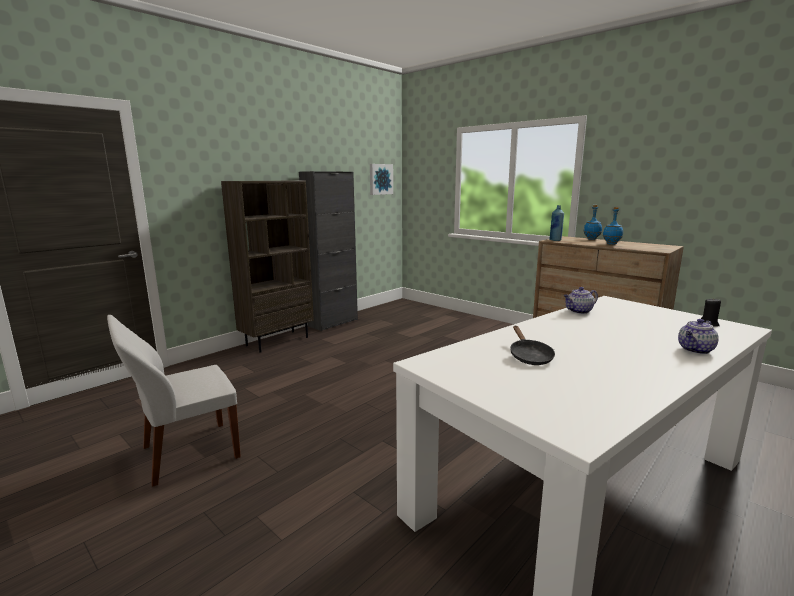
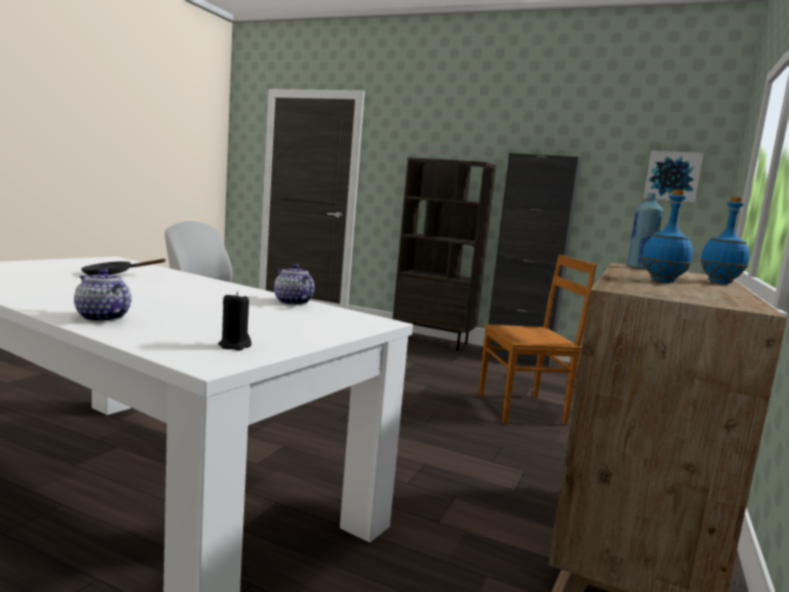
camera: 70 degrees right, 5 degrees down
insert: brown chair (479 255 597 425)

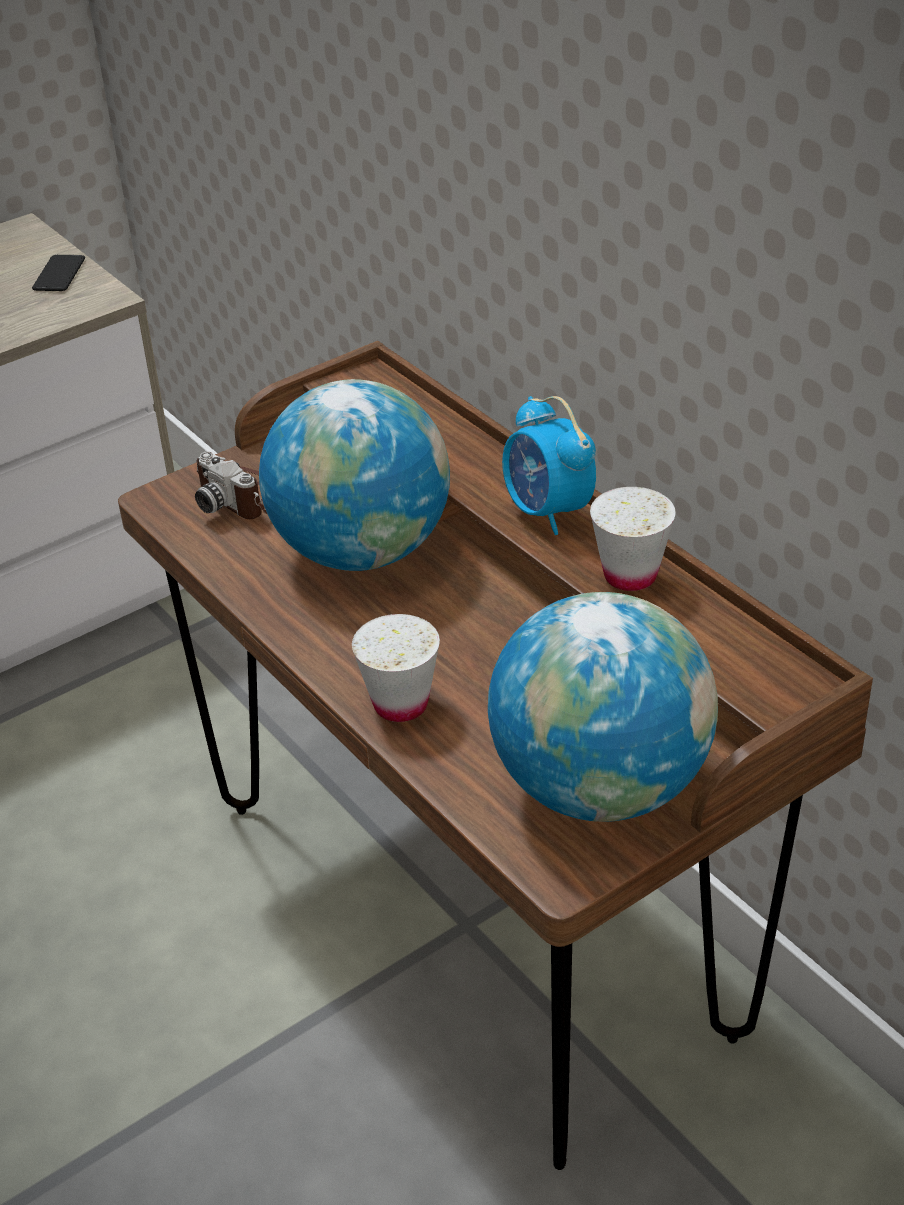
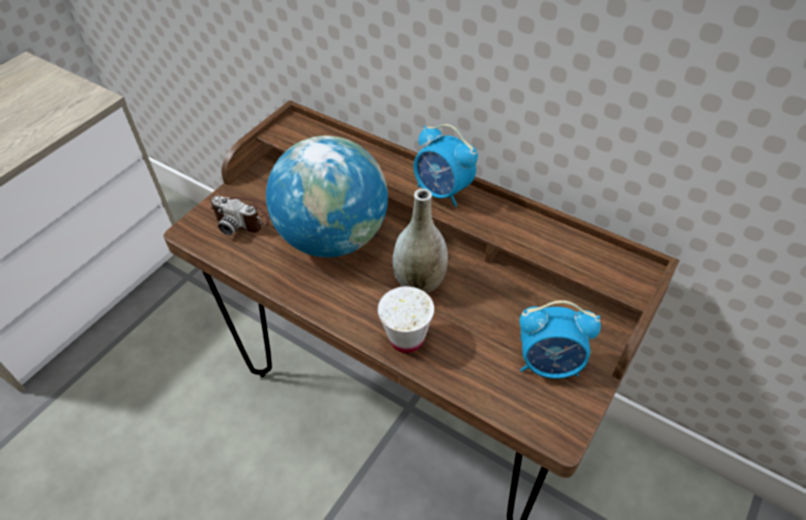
camera: 20 degrees left, 10 degrees up
delete: phone (32 255 85 291); white cup (590 487 676 591)
insert: grey vase (392 188 448 293)
replace: globe (488 592 718 822) to alarm clock (519 300 601 379)

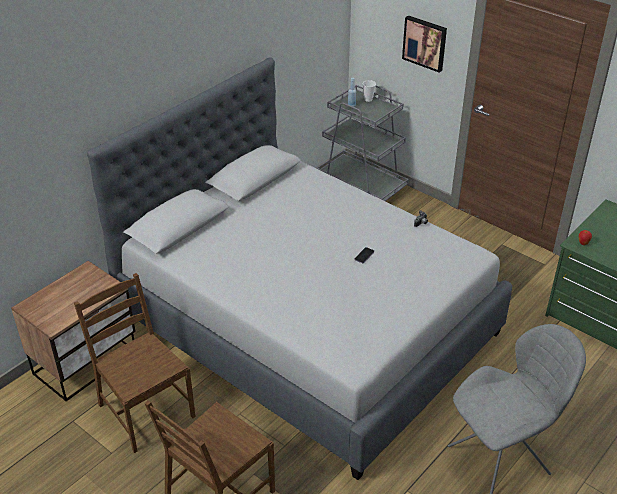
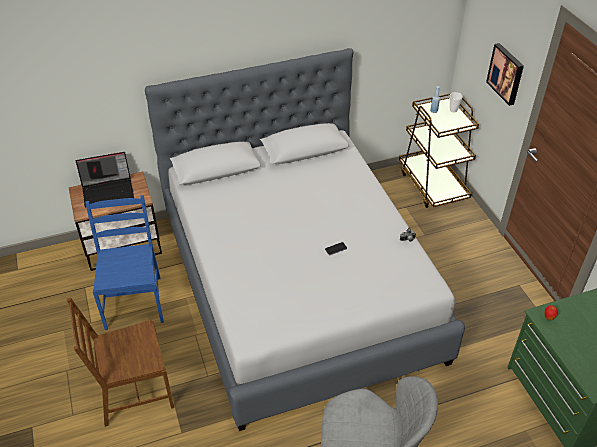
camera: 30 degrees right, 5 degrees up
insert: laptop (76 152 134 207)
recolor: grey cart (316 85 409 201) to brown cart (399 93 479 208); brown chair (74 273 196 453) to blue chair (85 195 164 330)

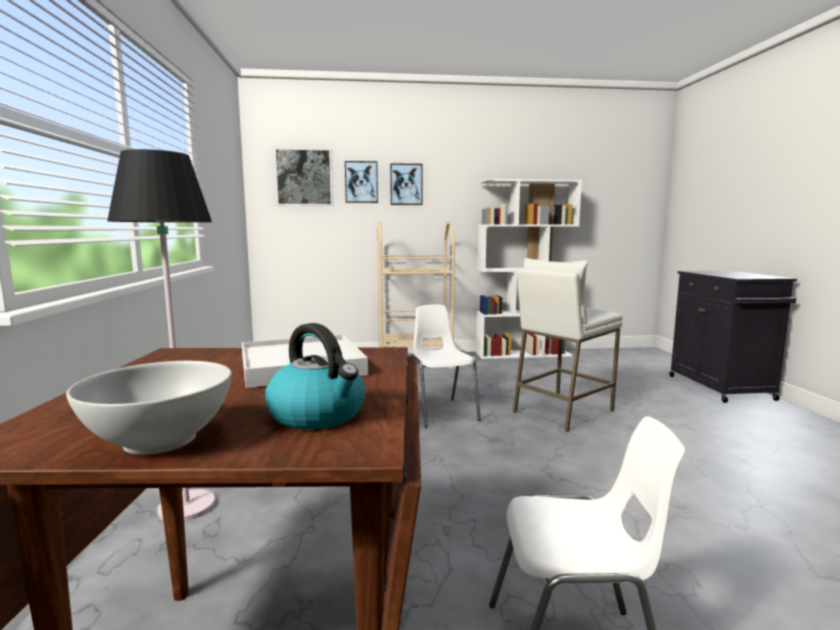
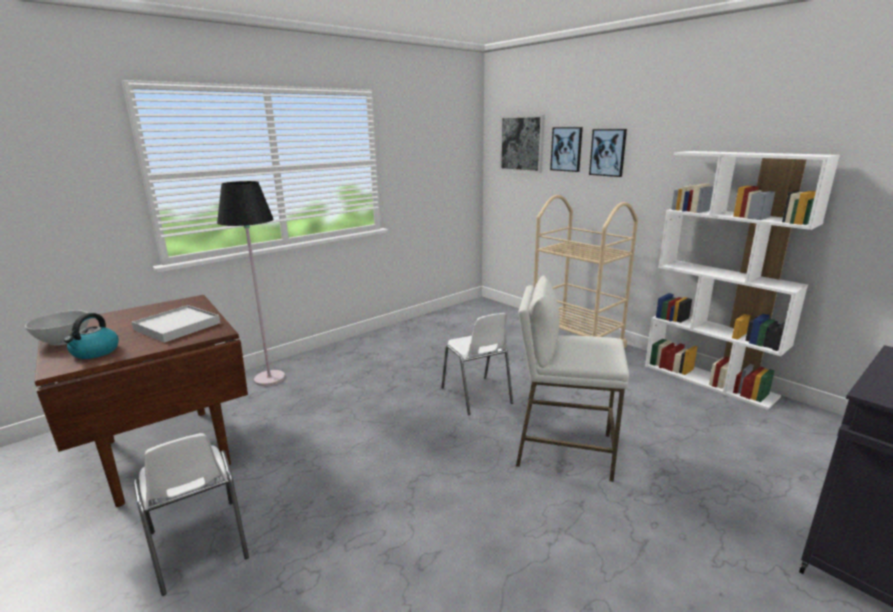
camera: 55 degrees right, 10 degrees up
rotate: white chair (411 304 481 428) = (441 313 513 415) 120 degrees clockwise

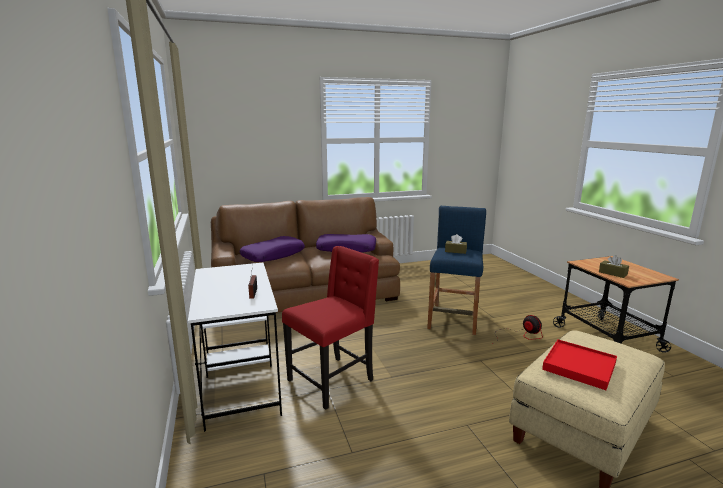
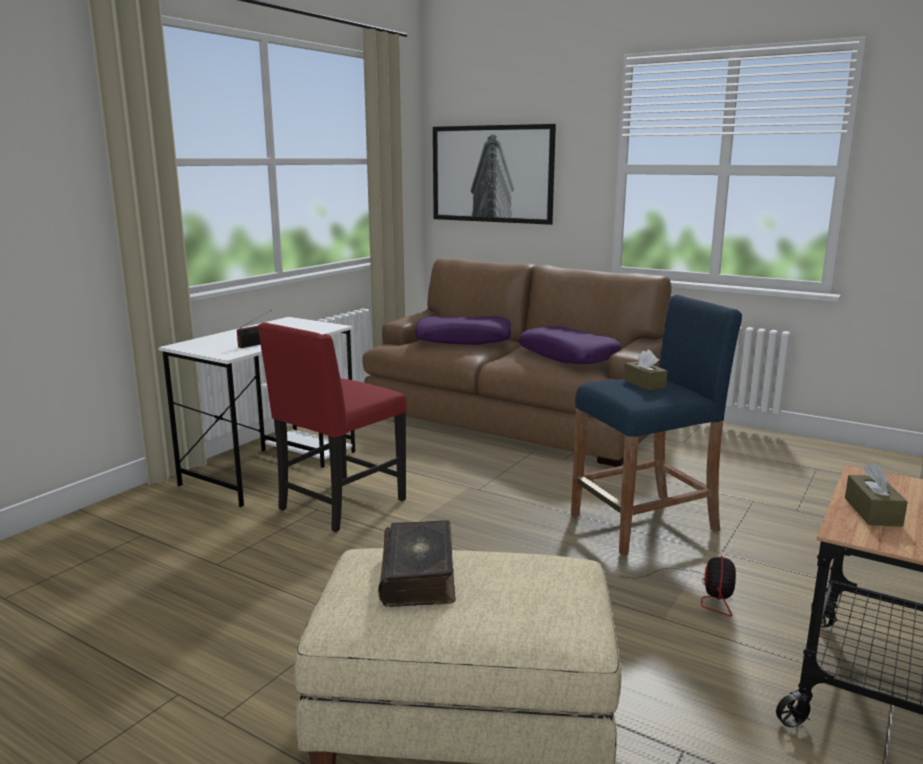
camera: 50 degrees right, 0 degrees up
insert: picture (433 124 556 225)
replace: red tray (542 339 617 390) to book (378 520 456 607)
rotate: red chair (282 246 379 410) = (257 323 407 532) 120 degrees clockwise

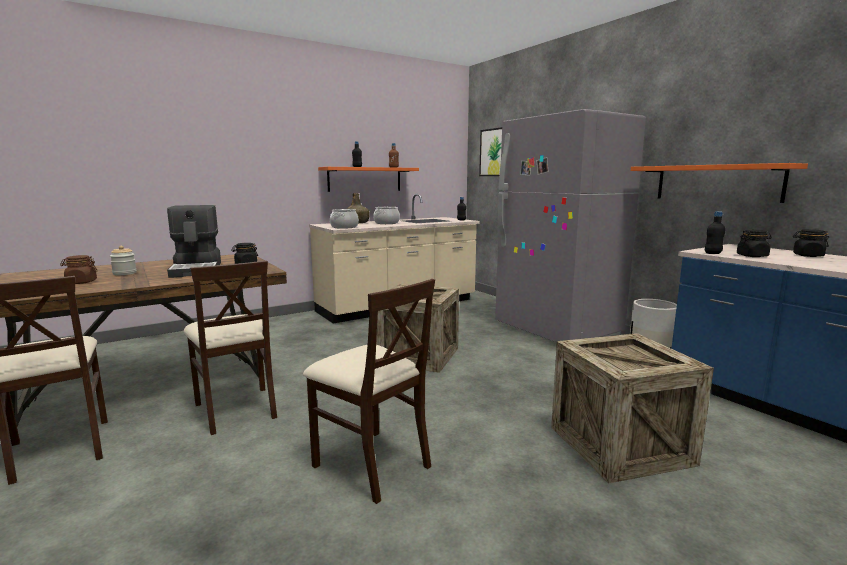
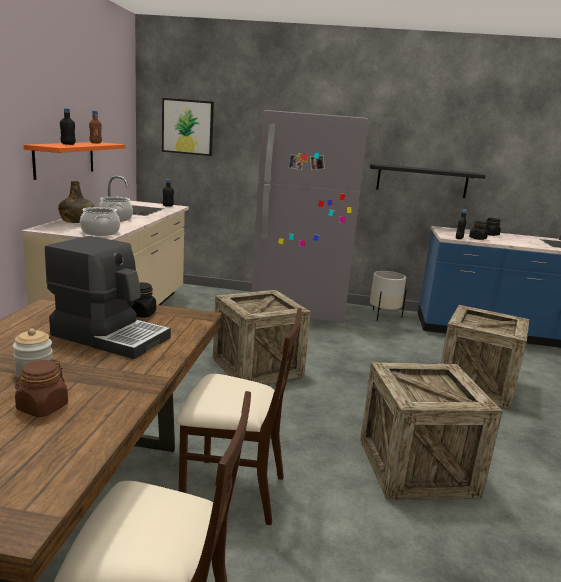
camera: 50 degrees left, 5 degrees up
replace: beige chair (303 279 435 504) to crate (360 362 503 500)
recolor: orange shelf (631 163 808 203) to black shelf (370 164 486 198)

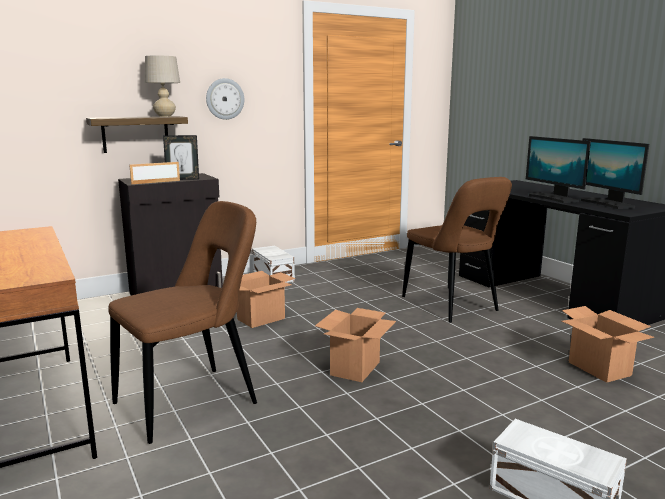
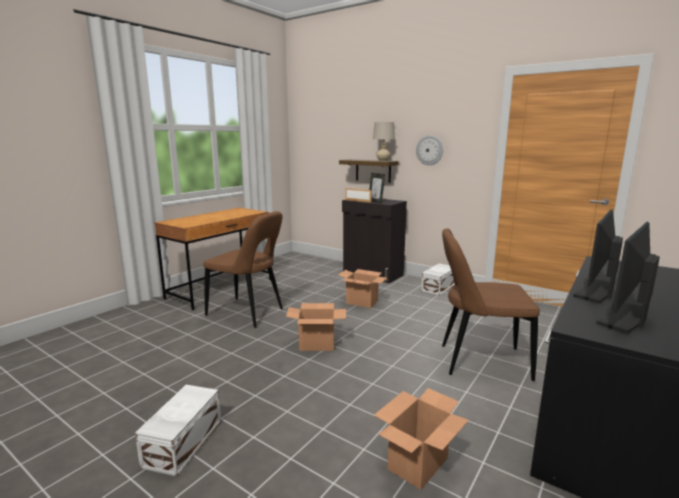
camera: 65 degrees right, 0 degrees up
rotate: brown chair (402 177 512 323) = (442 228 540 381) 60 degrees clockwise

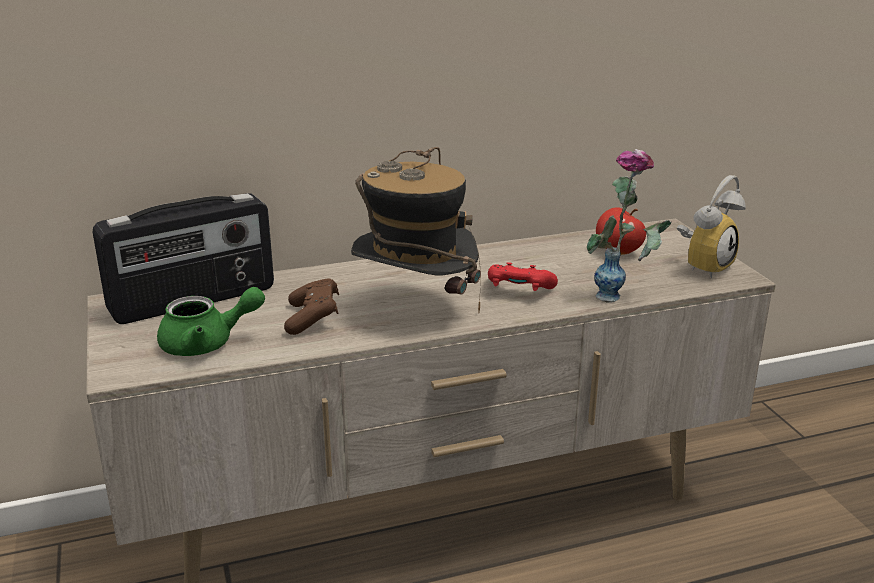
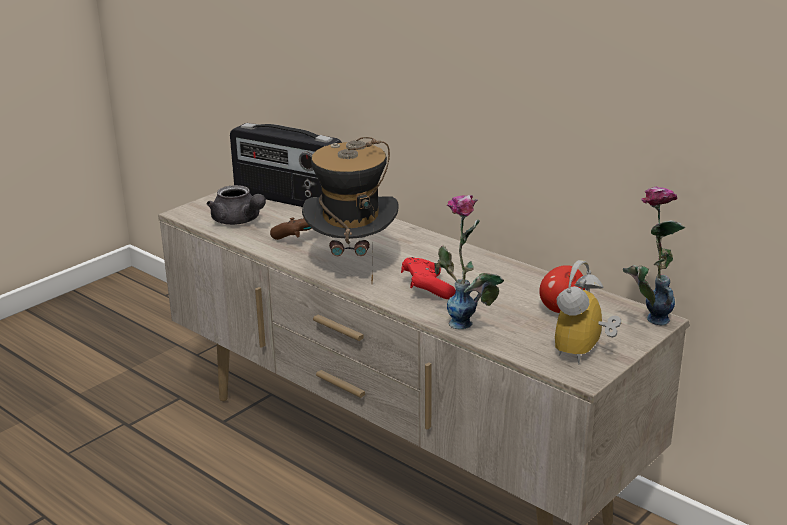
camera: 60 degrees right, 0 degrees up
insert: vase (623 186 685 325)
recolor: green teapot (157 287 265 356) to grey teapot (206 185 266 225)
rotate: alarm clock (677 175 746 279) = (555 260 621 364) 105 degrees clockwise

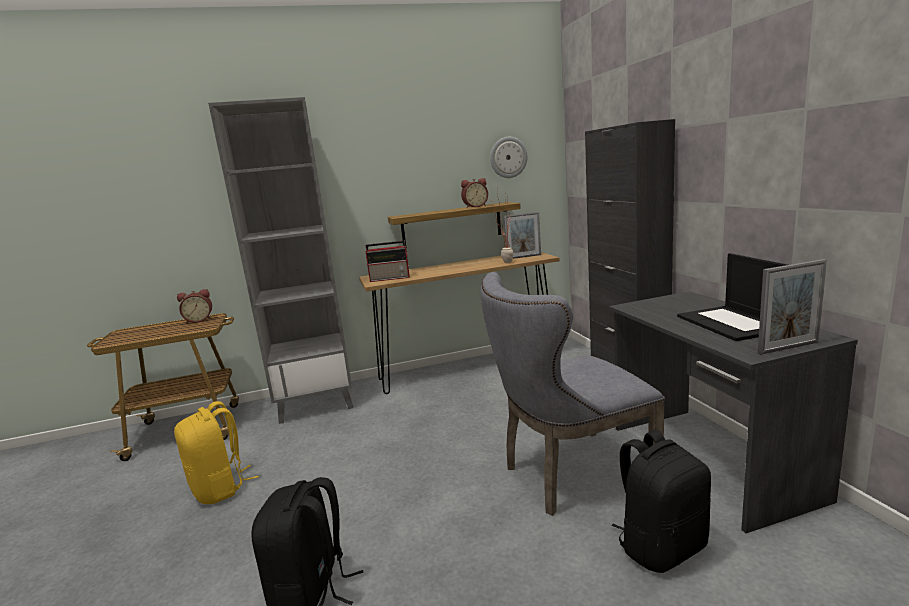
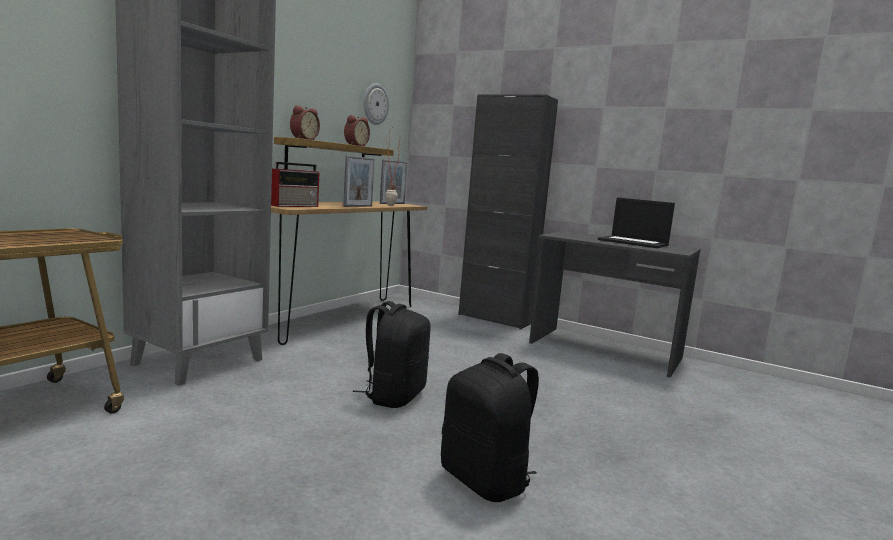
camera: 45 degrees left, 5 degrees down
delete: grey chair (480 272 665 516); yellow backpack (174 401 259 504)
move: picture frame (758 259 827 355) to (343 156 375 207); alarm clock (177 289 212 323) to (290 105 320 140); black backpack (612 430 711 573) to (353 301 430 408)

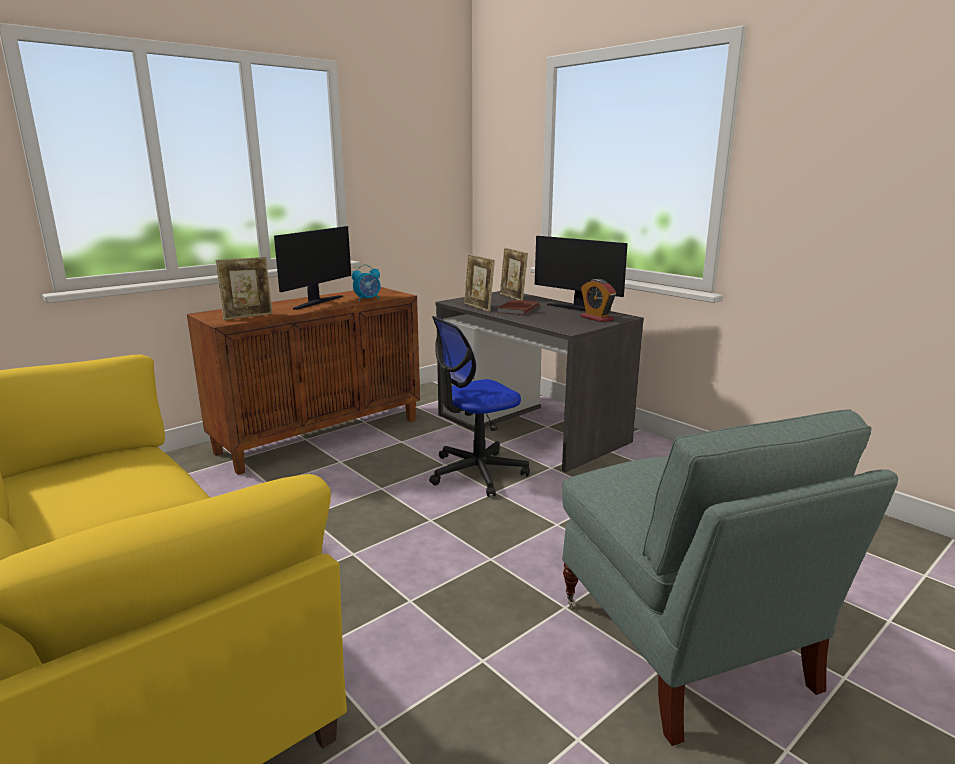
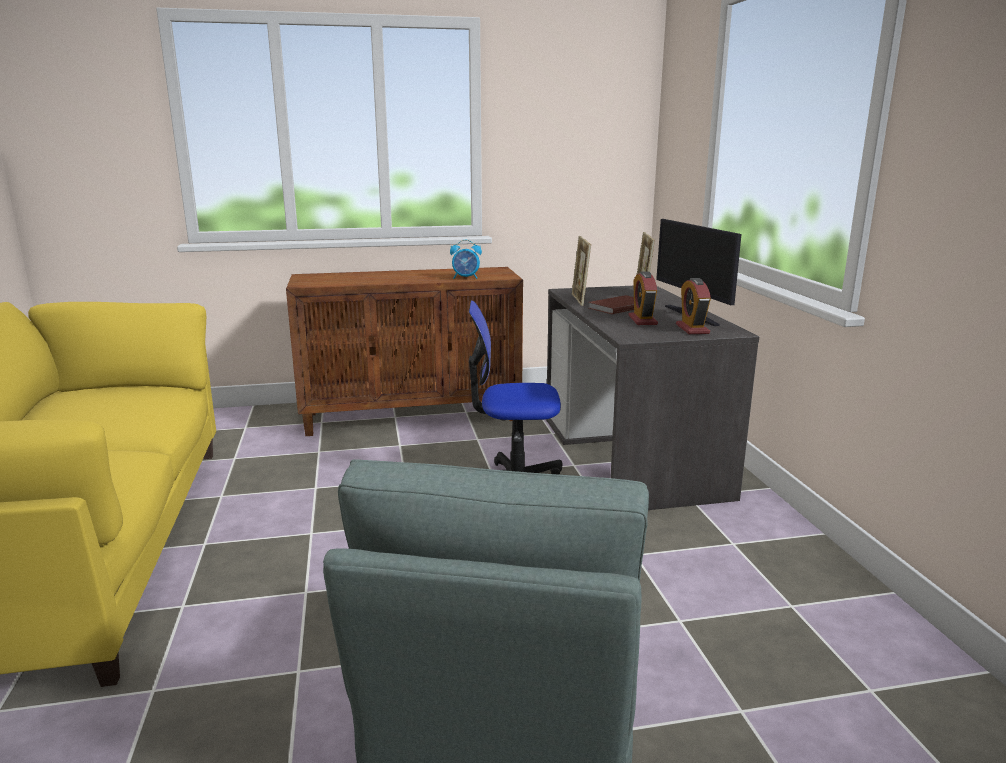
camera: 30 degrees right, 0 degrees up
delete: monitor (274 226 351 310); picture frame (216 257 273 320)
insert: alarm clock (628 271 658 325)

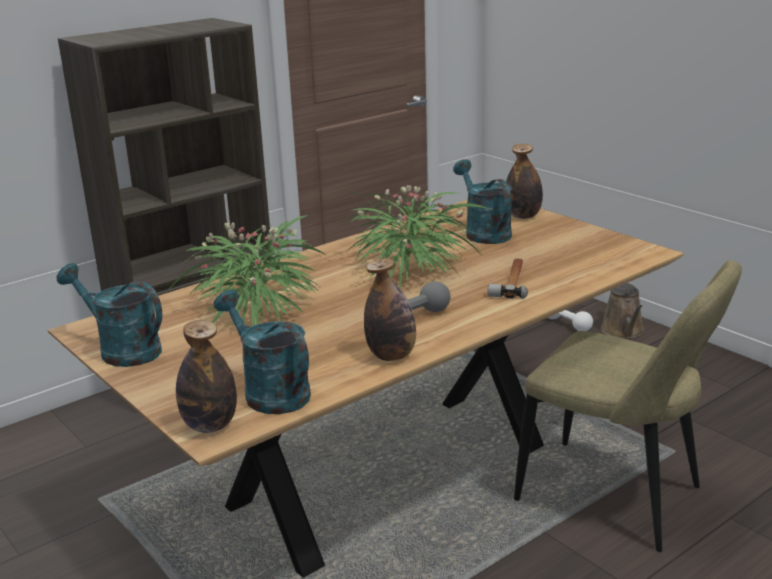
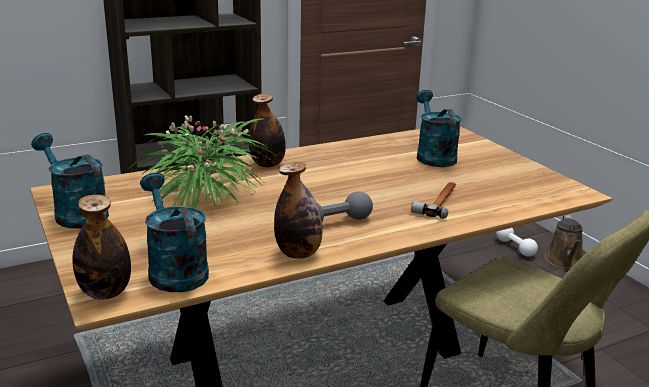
camera: 10 degrees right, 0 degrees up
delete: potted plant (345 185 488 288)
move: bottle (506 144 543 219) to (249 94 286 167)

